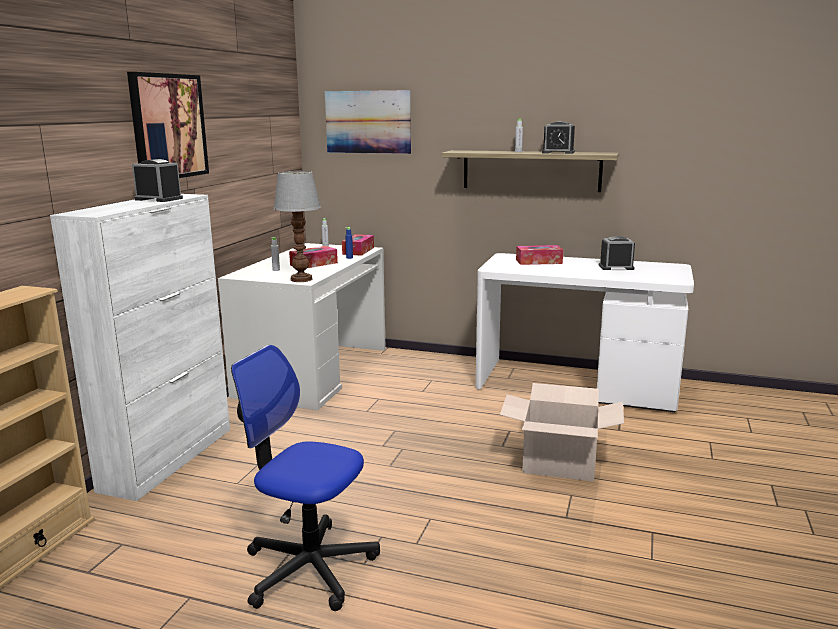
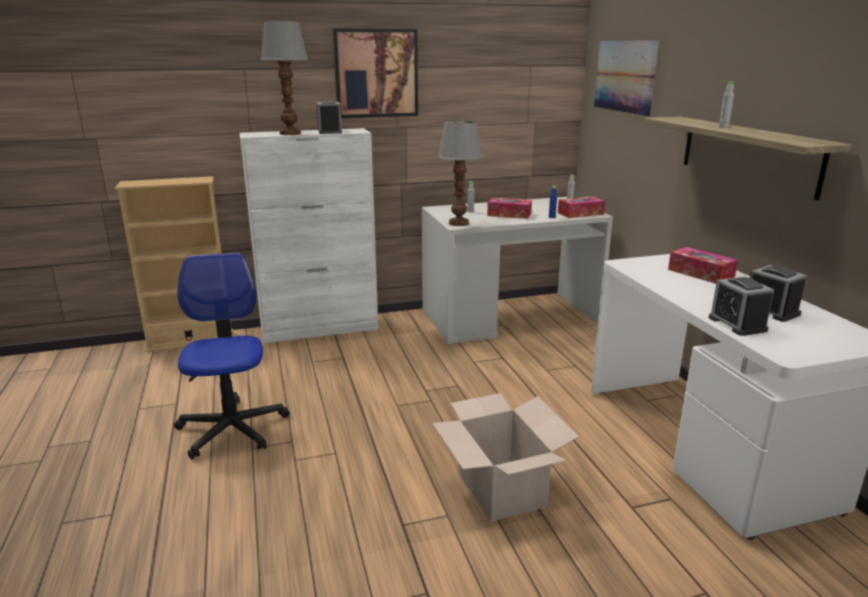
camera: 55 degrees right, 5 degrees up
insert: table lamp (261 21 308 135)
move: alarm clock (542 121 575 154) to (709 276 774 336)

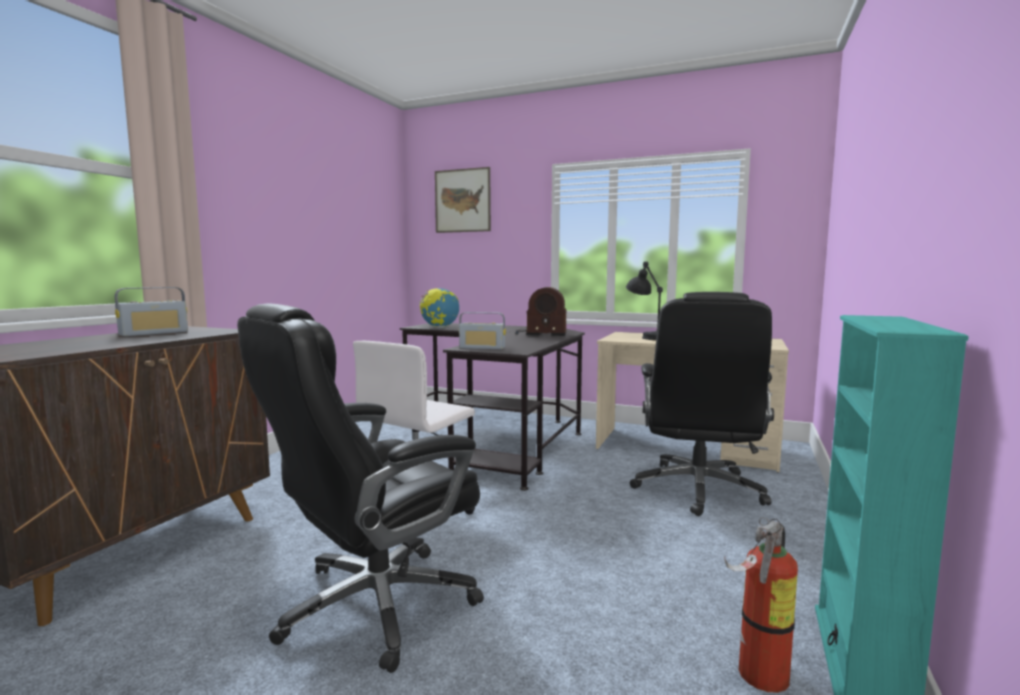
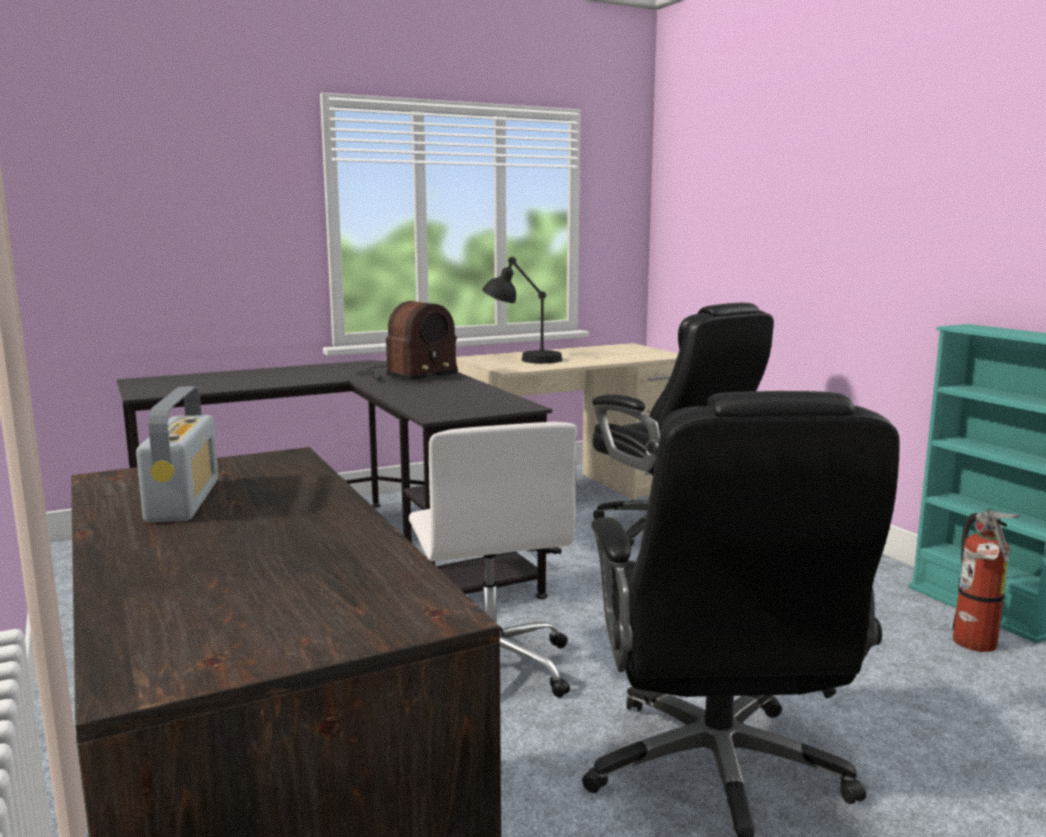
camera: 50 degrees left, 5 degrees up
delete: picture (435 167 491 233); globe (419 288 459 328); radio (459 312 506 349)

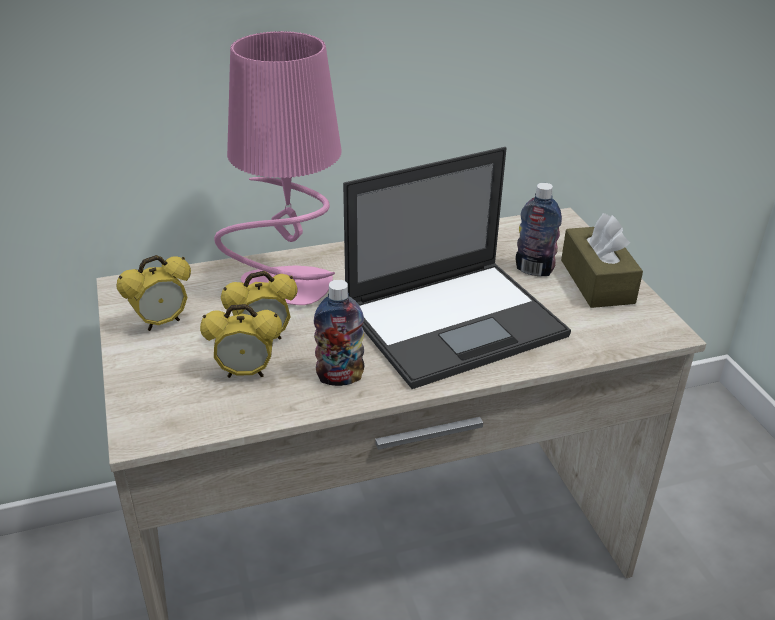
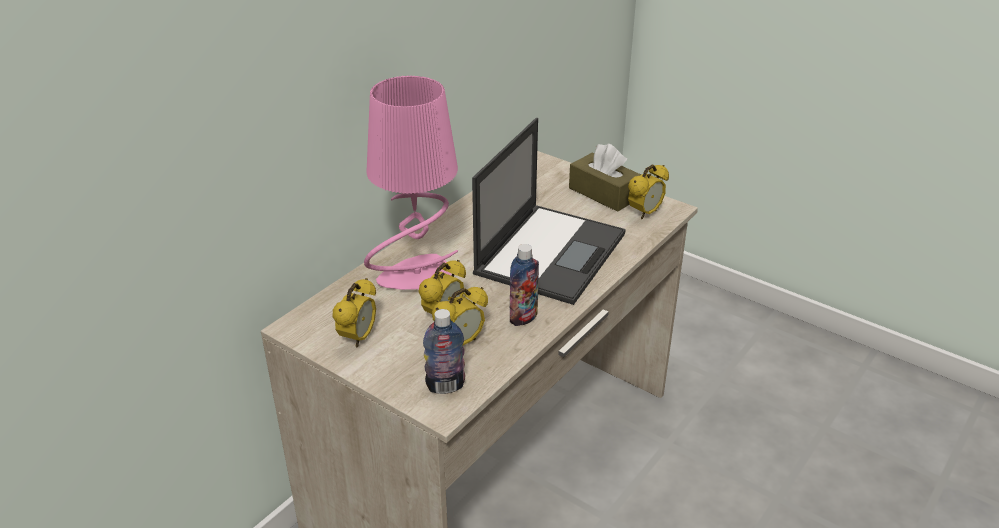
camera: 35 degrees left, 0 degrees up
insert: alarm clock (628 164 669 219)
move: bottle (515 183 562 276) to (423 309 465 394)

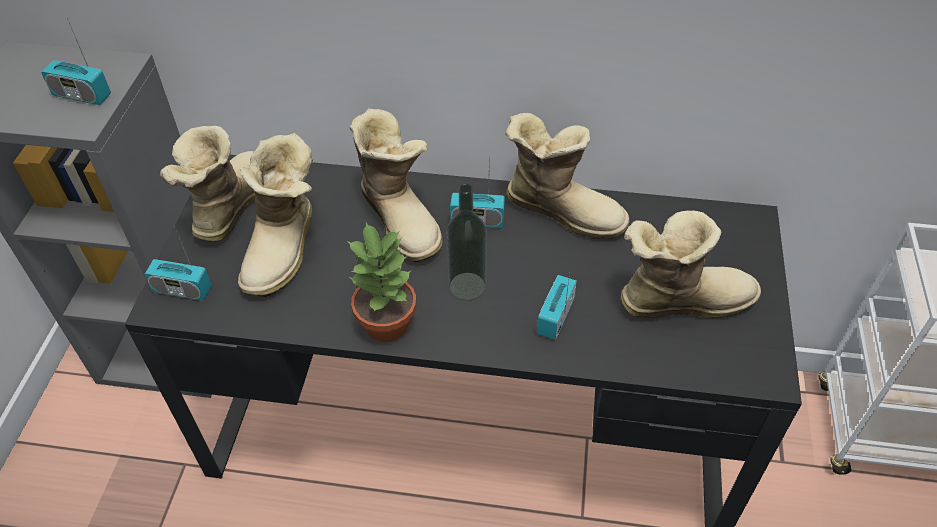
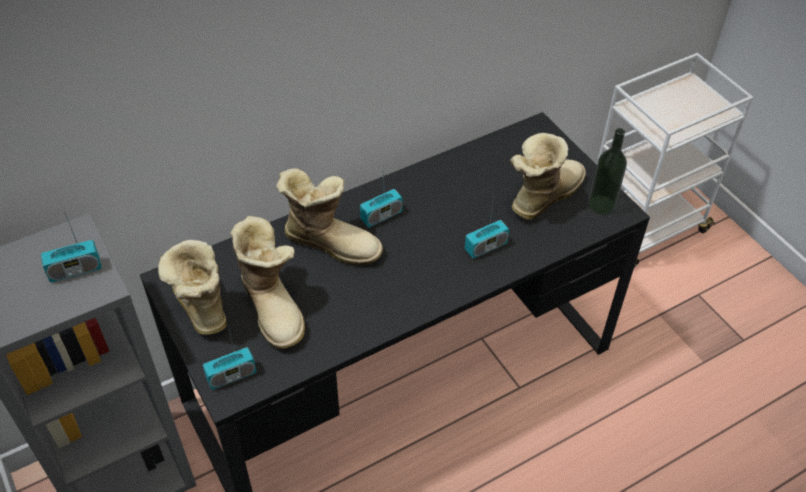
camera: 40 degrees left, 0 degrees up
delete: boot (505 113 630 239); potted plant (347 222 416 342)
move: bottle (446 184 487 301) to (588 128 627 215)
rotate: radio (537 273 577 340) = (465 195 509 259) 105 degrees counterclockwise

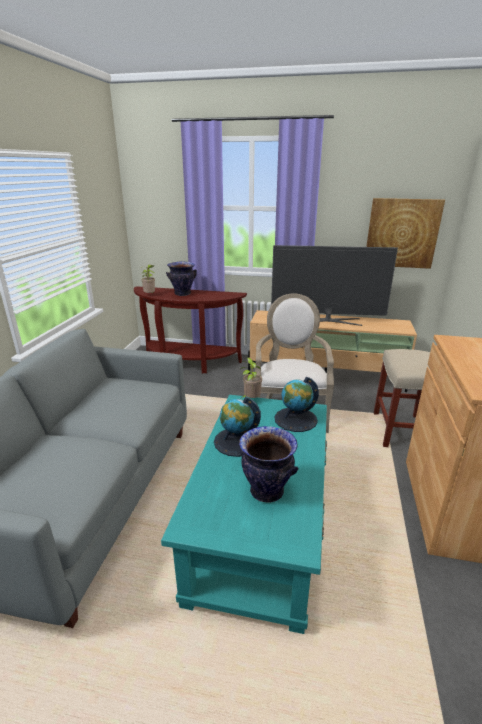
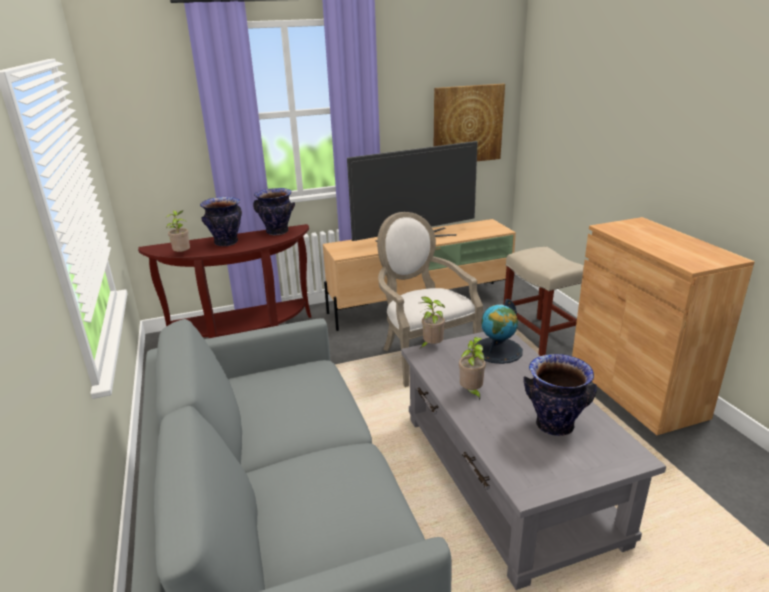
camera: 30 degrees left, 0 degrees up
insert: vase (253 188 295 235)
replace: globe (214 397 261 457) to potted plant (459 337 486 401)
recolor: turquoise coffee table (161 395 327 634) to grey coffee table (401 332 666 590)

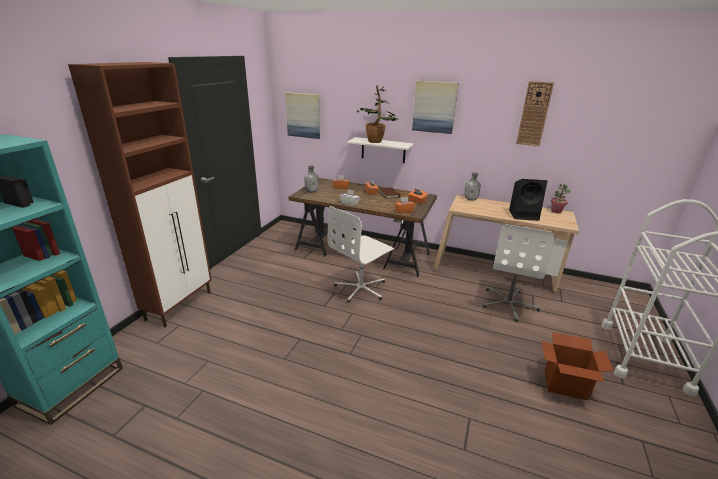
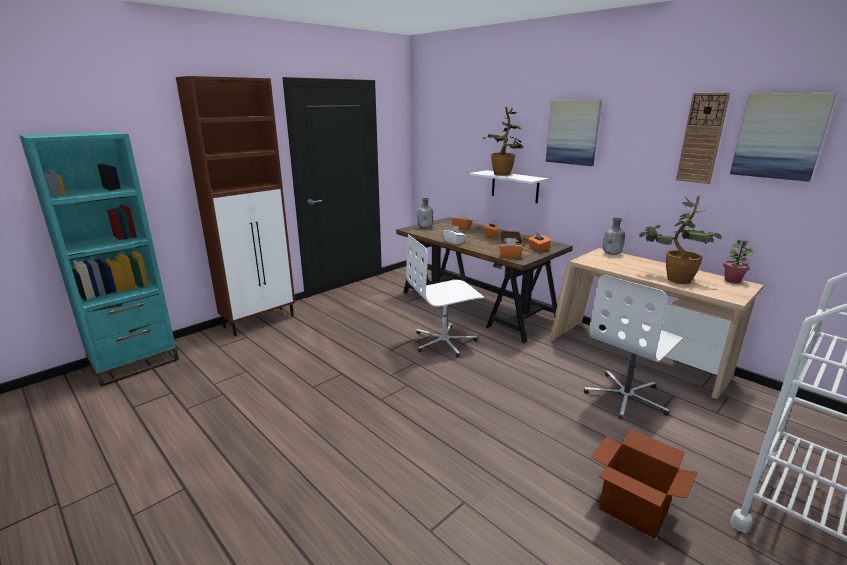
camera: 25 degrees right, 5 degrees down
move: picture (285 92 320 139) to (730 93 837 182)
replace: black speaker (509 179 547 221) to potted plant (639 196 722 284)

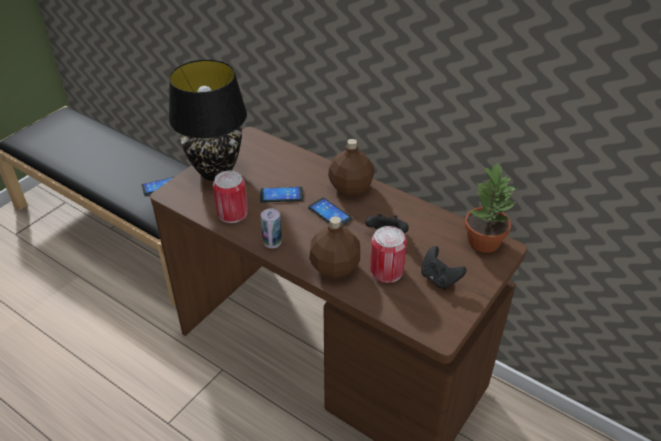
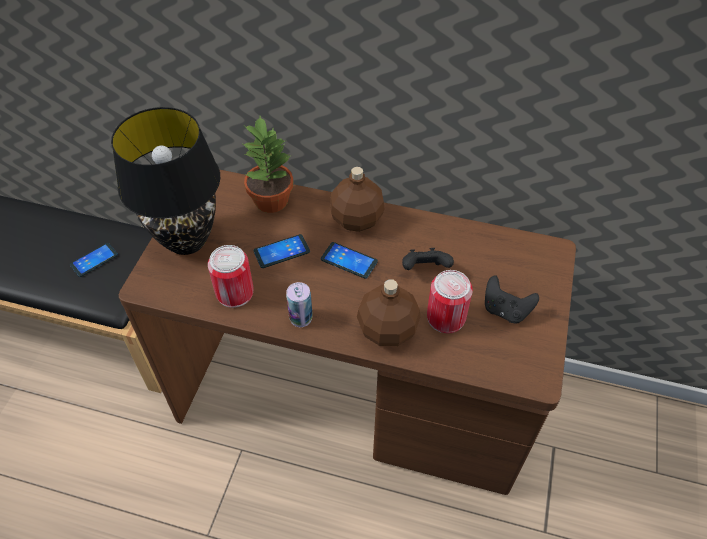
camera: 20 degrees left, 10 degrees up
move: potted plant (464 163 518 253) to (243 116 293 213)

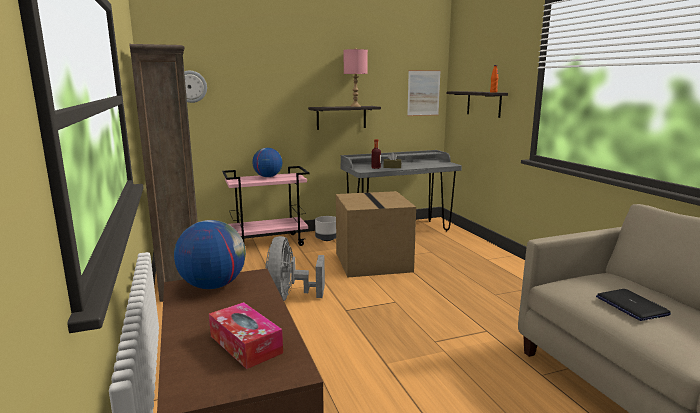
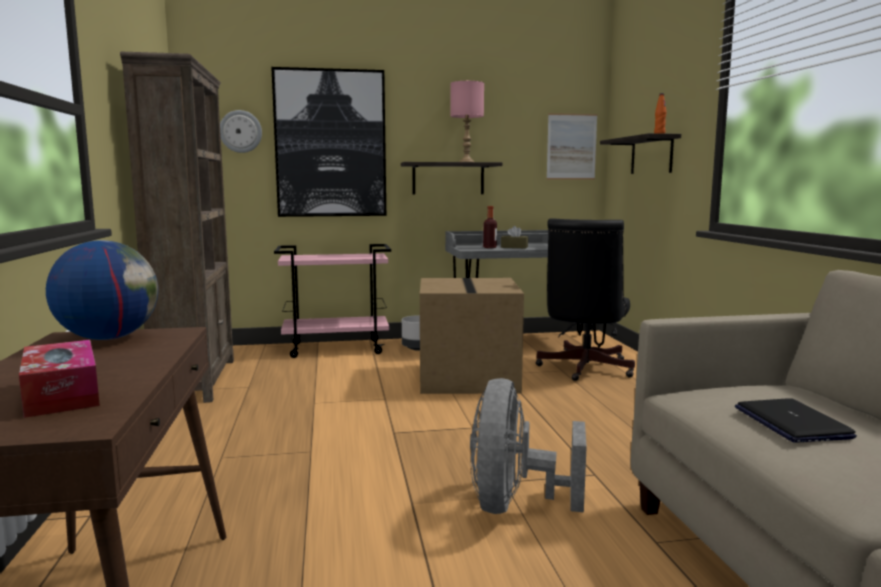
camera: 10 degrees right, 5 degrees down
delete: globe (252 148 282 177)
insert: picture (271 67 386 217); black office chair (536 218 635 381)
move: grey fan (265 236 325 301) to (470 378 587 514)

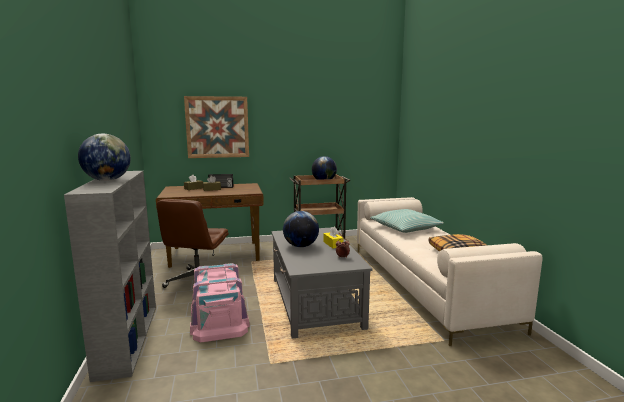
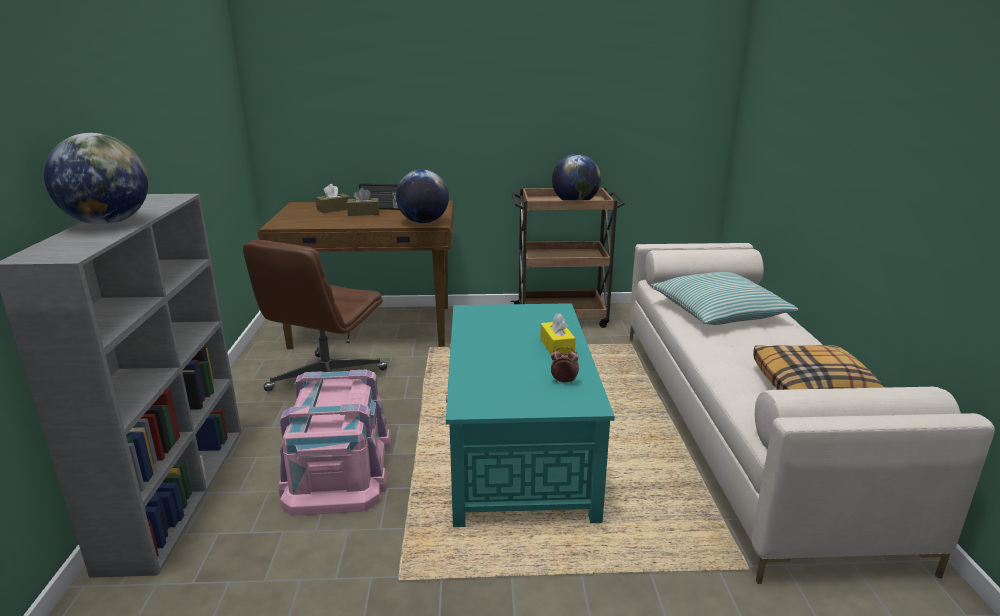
camera: 10 degrees right, 10 degrees up
delete: picture (184 96 249 158)
move: globe (283 211 319 247) to (396 169 449 223)
recolor: grey coffee table (272 227 373 339) to turquoise coffee table (446 303 615 527)

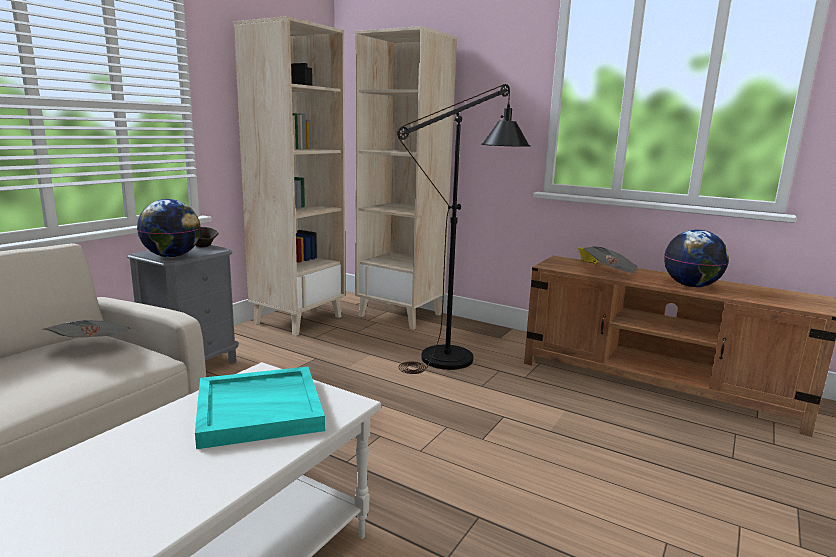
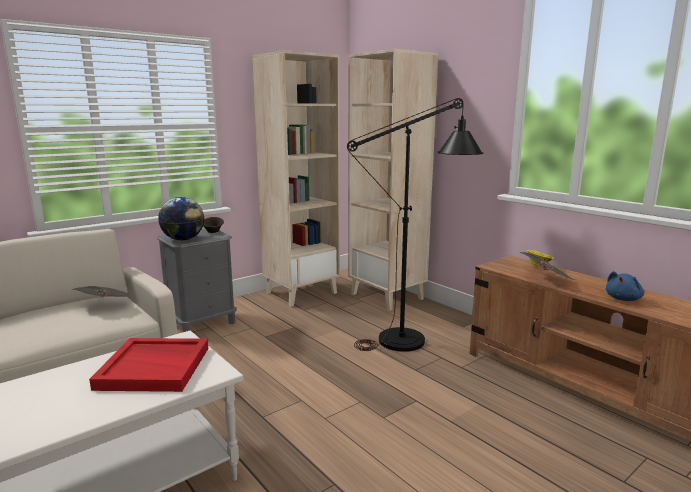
camera: 20 degrees right, 0 degrees up
replace: globe (664 229 729 287) to blue plush toy (606 271 644 301)
recolor: turquoise tray (195 367 325 449) to red tray (89 338 208 392)

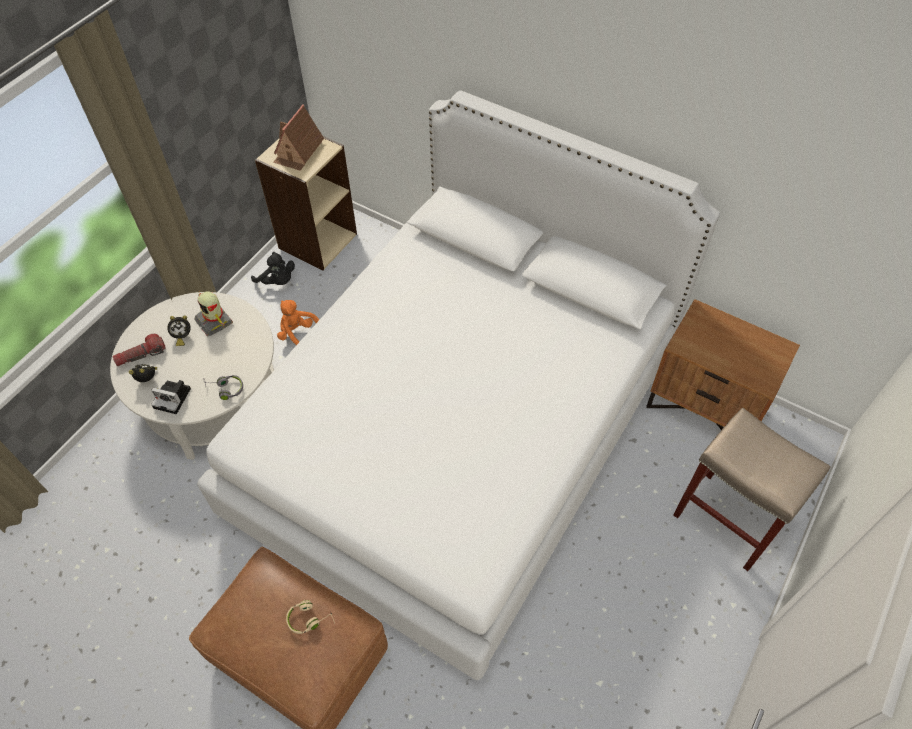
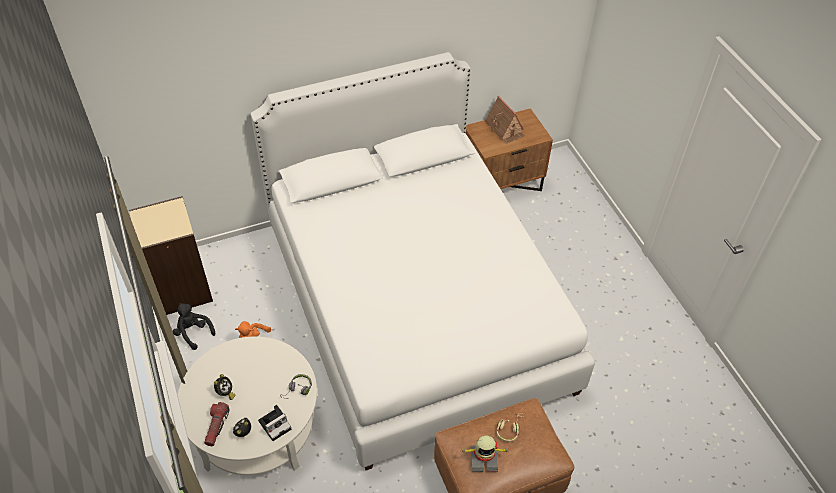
camera: 55 degrees left, 5 degrees down
delete: beige stool (673 408 831 571)
move: toy house (273 104 324 171) to (485 96 525 144); toy robot (194 291 233 337) to (460 436 510 472)
rotate: black plush toy (251 252 295 285) = (173 303 215 350) 120 degrees counterclockwise

